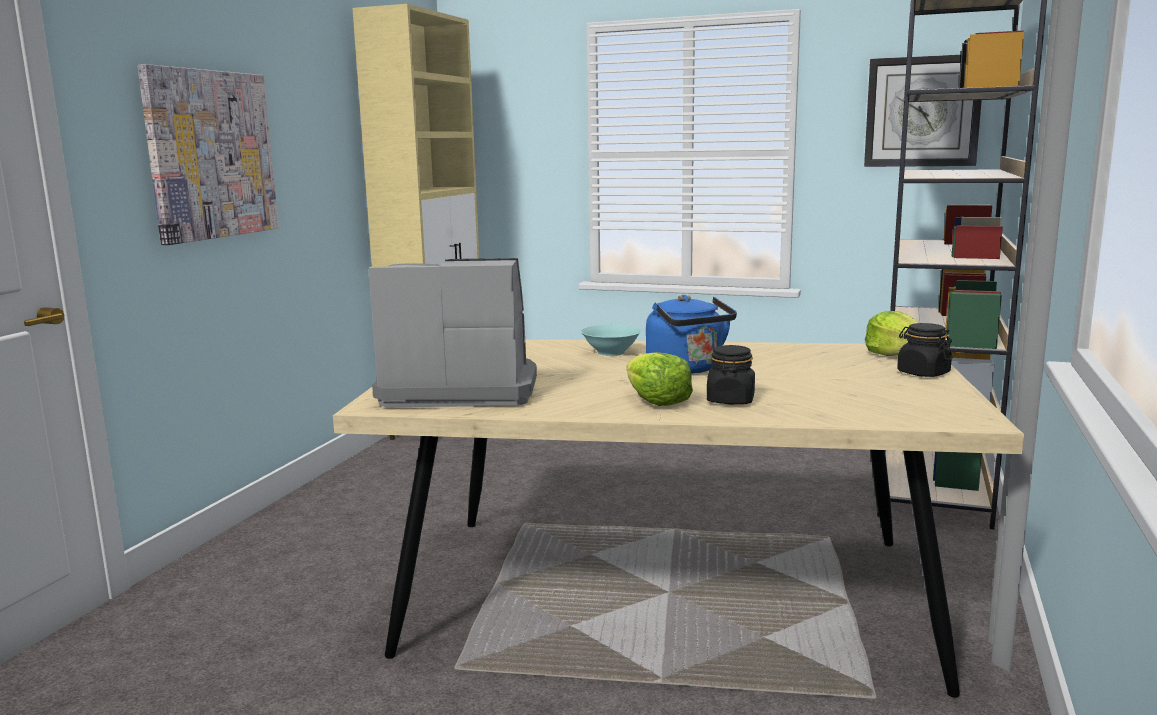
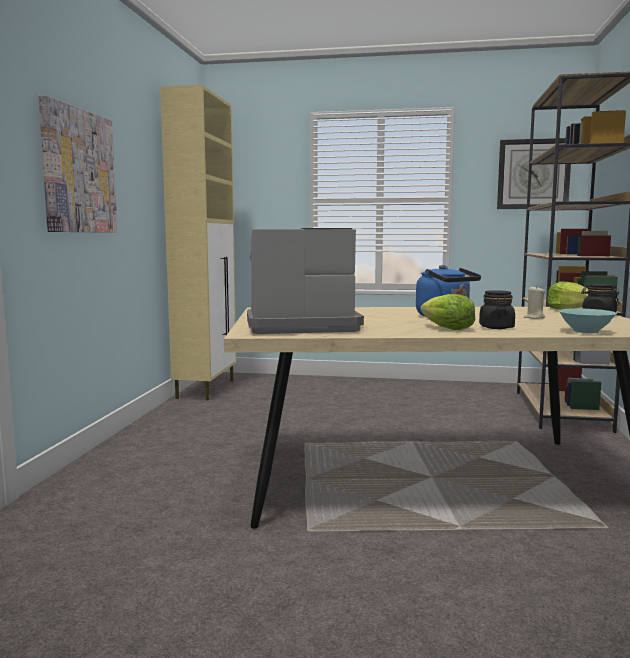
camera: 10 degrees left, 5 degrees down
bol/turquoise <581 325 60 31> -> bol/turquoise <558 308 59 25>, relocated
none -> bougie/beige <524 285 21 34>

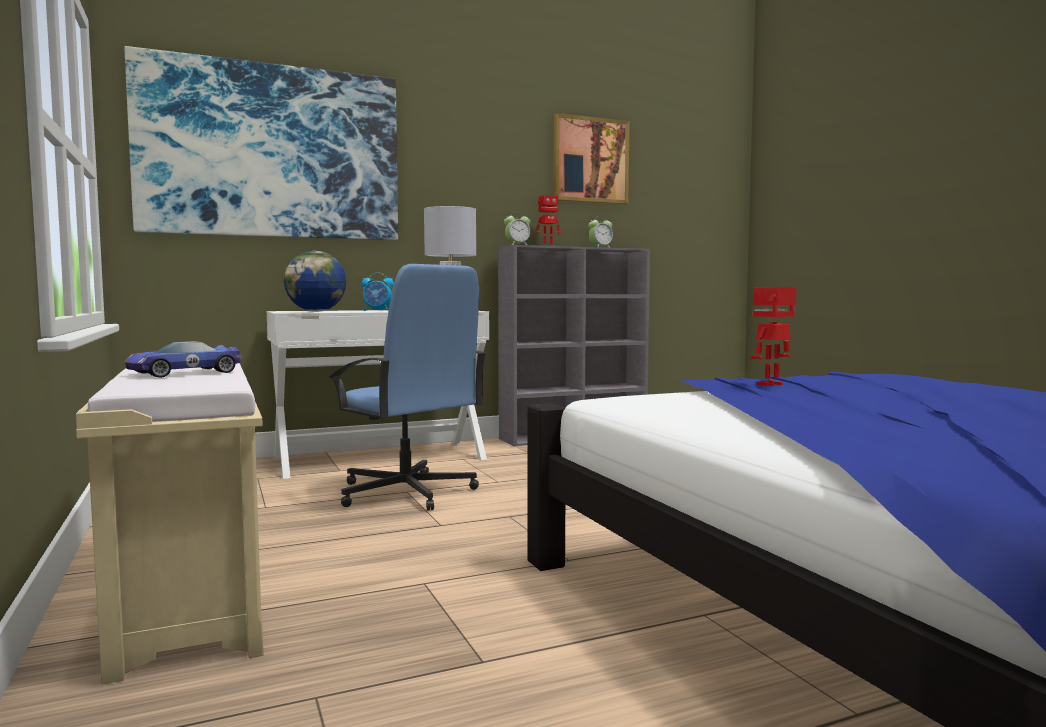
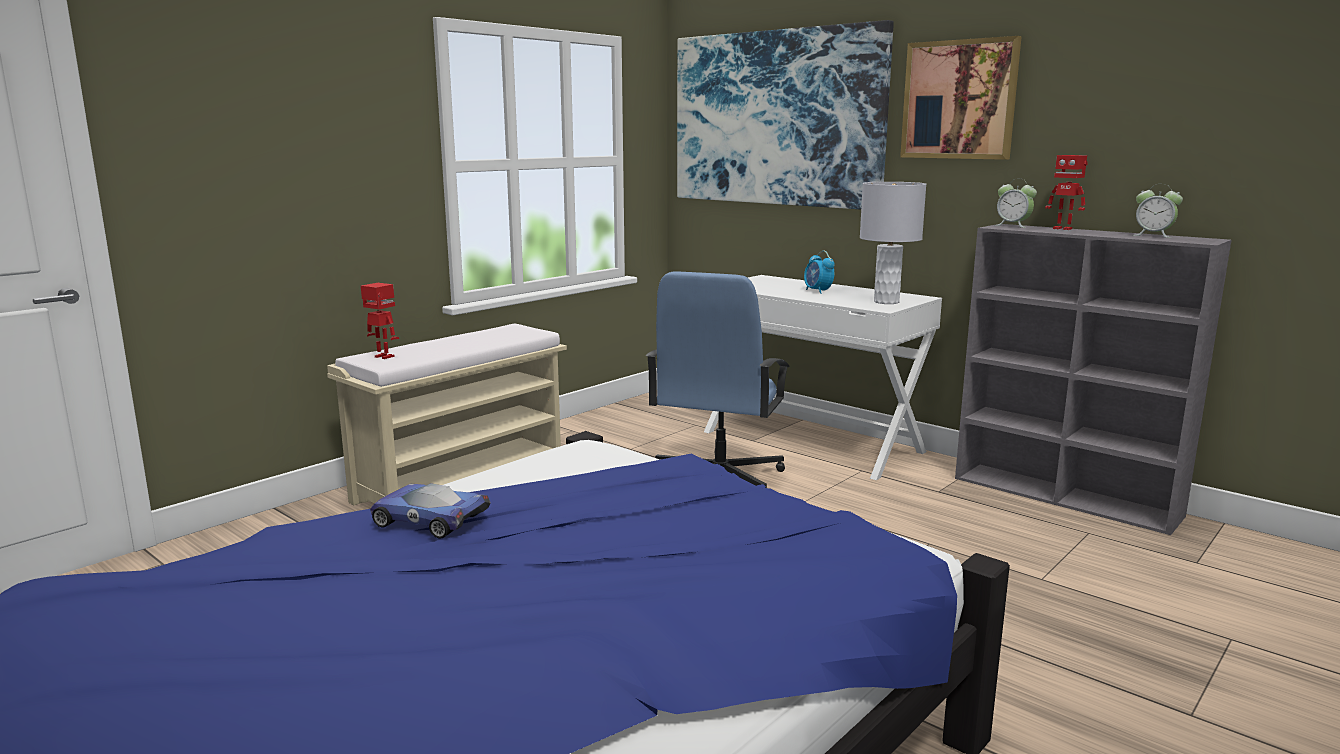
camera: 65 degrees right, 10 degrees up
petite voiture <125 341 117 37> -> petite voiture <370 483 121 56>, relocated
globe <284 251 62 61> -> none
tableau <554 113 76 91> -> tableau <900 36 122 124>, relocated
robot jouet <750 287 47 99> -> robot jouet <361 283 38 76>, relocated

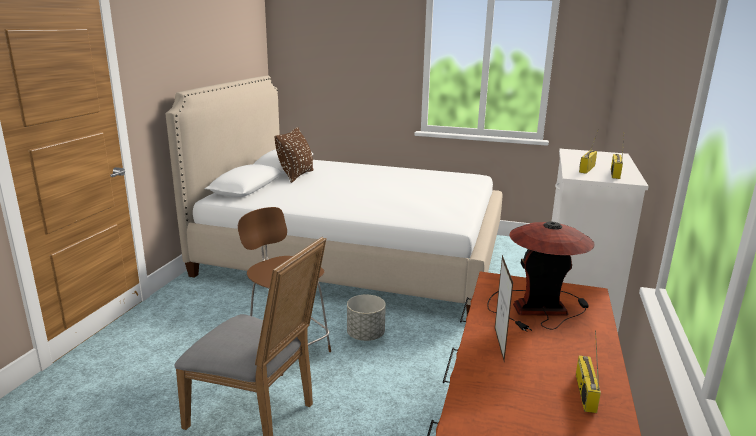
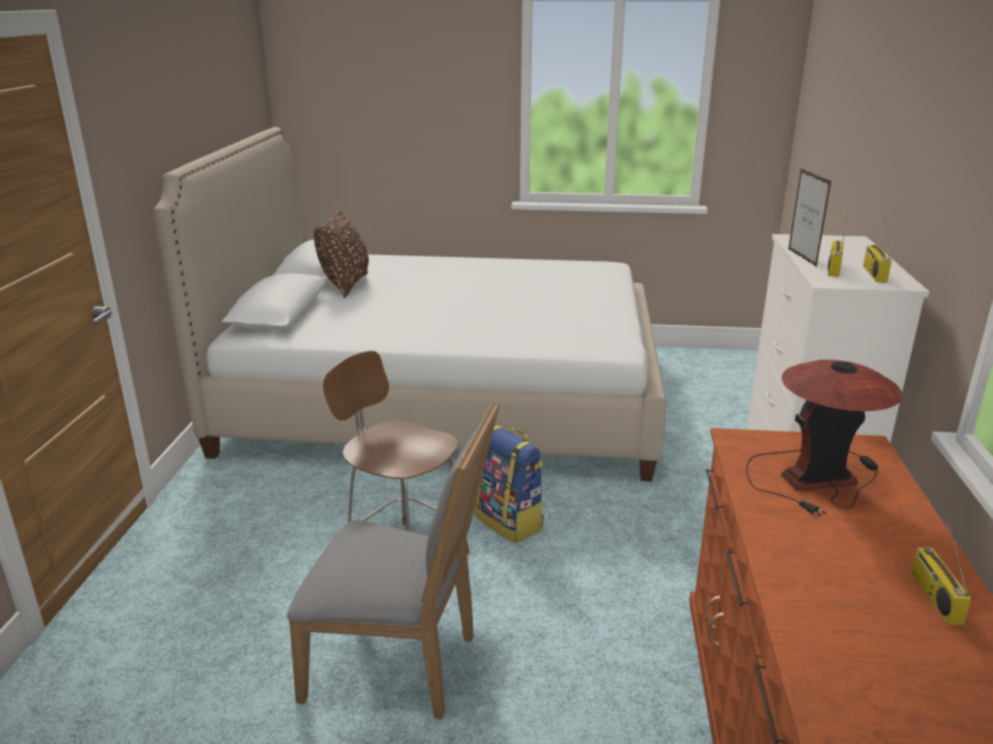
camera: 10 degrees left, 5 degrees up
cache-pot/gris <347 295 39 46> -> sac à dos <474 424 70 119>
cadre photo <495 255 18 106> -> cadre photo <788 168 43 99>, relocated

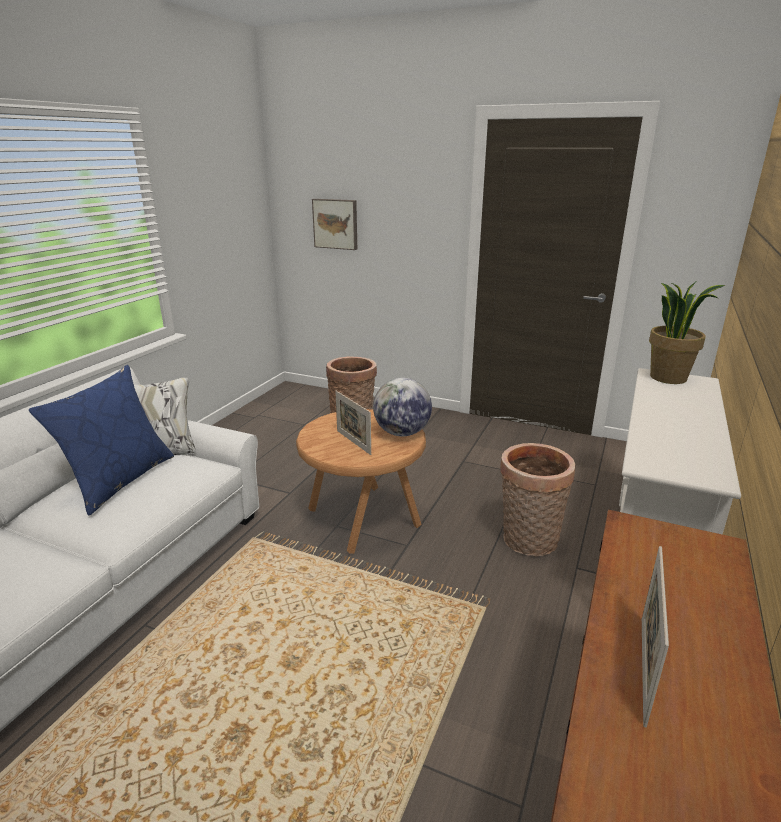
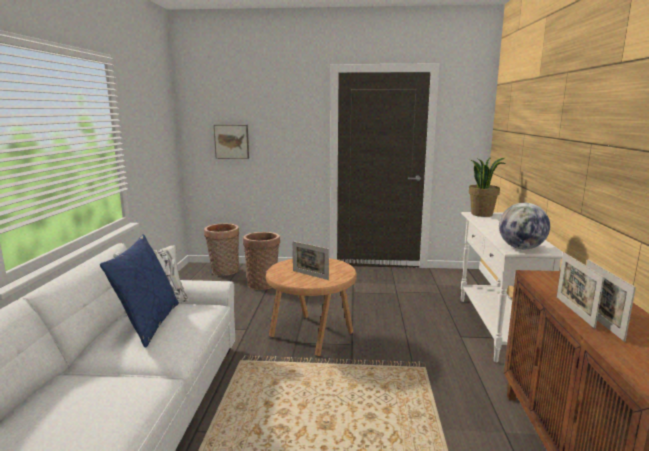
camera: 20 degrees left, 10 degrees down
globe <373 378 59 58> -> globe <499 203 51 46>, relocated
panier <500 443 75 114> -> panier <204 223 35 53>, relocated
none -> cadre photo <557 252 47 77>

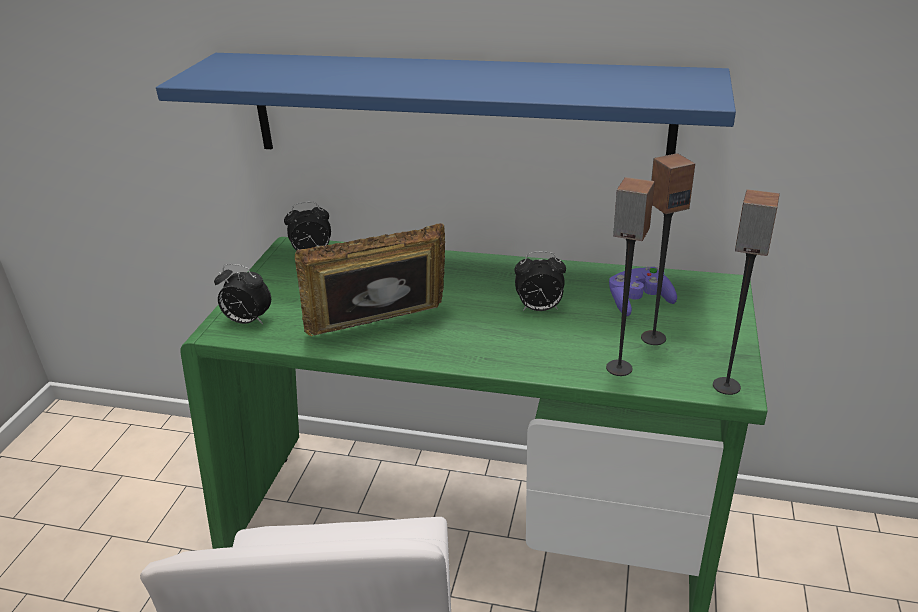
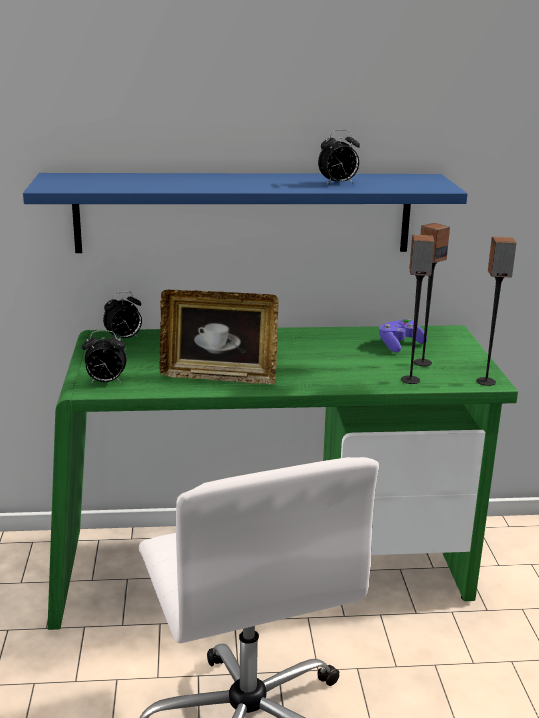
camera: 20 degrees left, 10 degrees down
cadre photo <295 223 150 113> -> cadre photo <159 290 120 95>, 135 degrees counterclockwise
réveil <514 251 52 60> -> réveil <318 129 42 55>, relocated

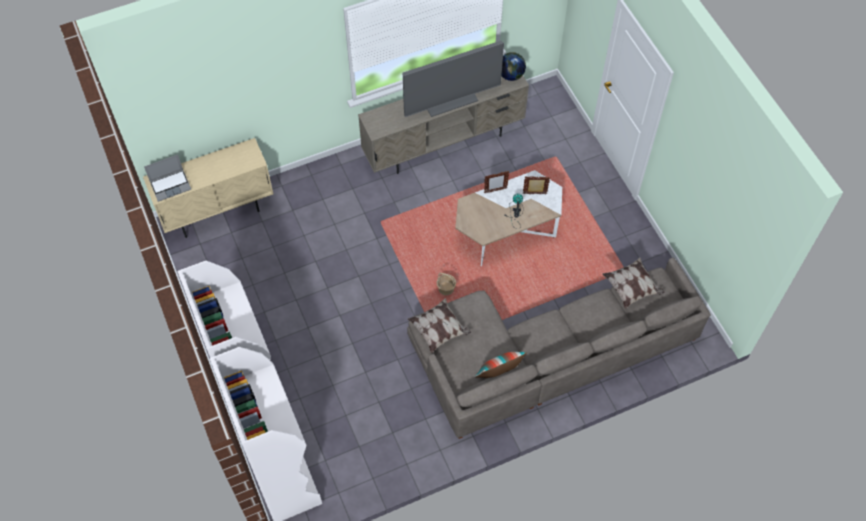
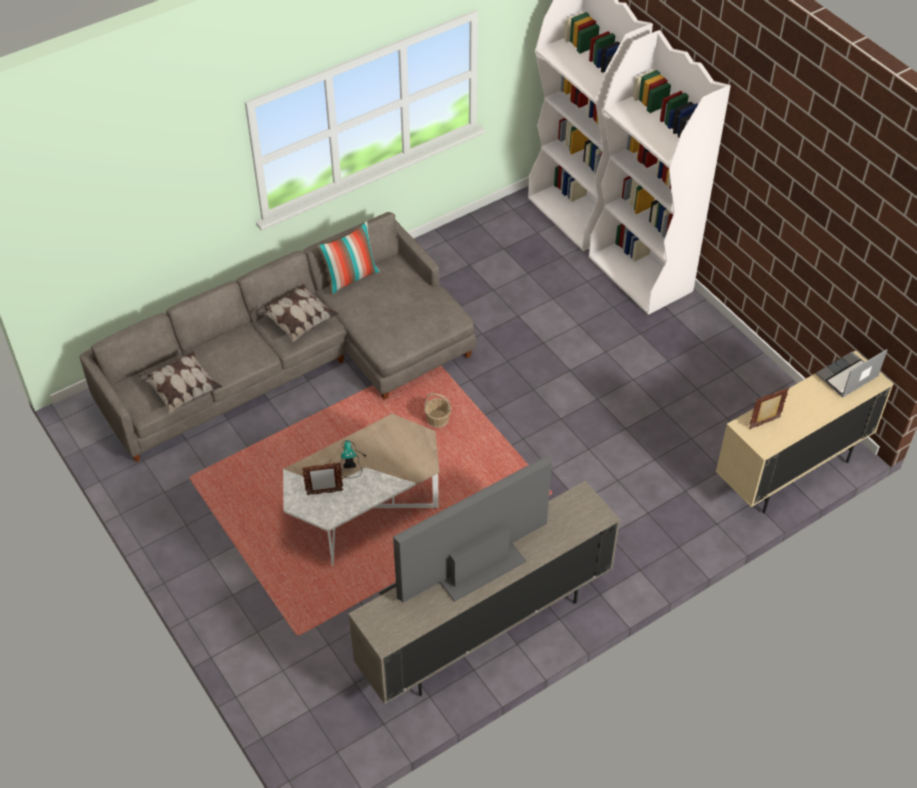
camera: 170 degrees right, 10 degrees down
coussin <408 298 63 55> -> coussin <256 284 83 59>, relocated
cadre photo <484 171 25 22> -> cadre photo <749 388 40 41>, relocated
globe <501 52 25 29> -> none

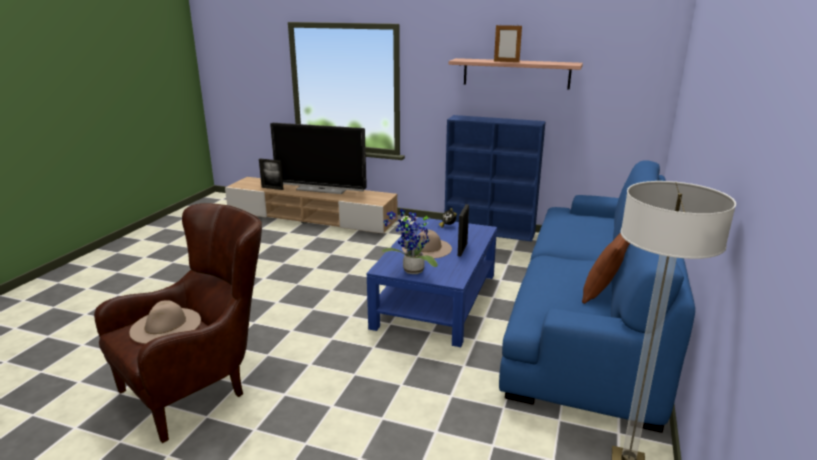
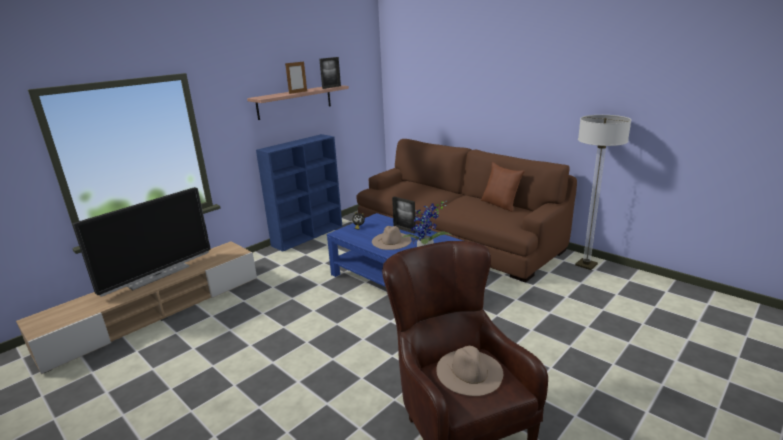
camera: 65 degrees left, 0 degrees up
cadre photo <259 159 24 31> -> cadre photo <319 57 22 32>, relocated
canapé/bleu <499 160 196 273> -> canapé/marron <357 139 220 144>

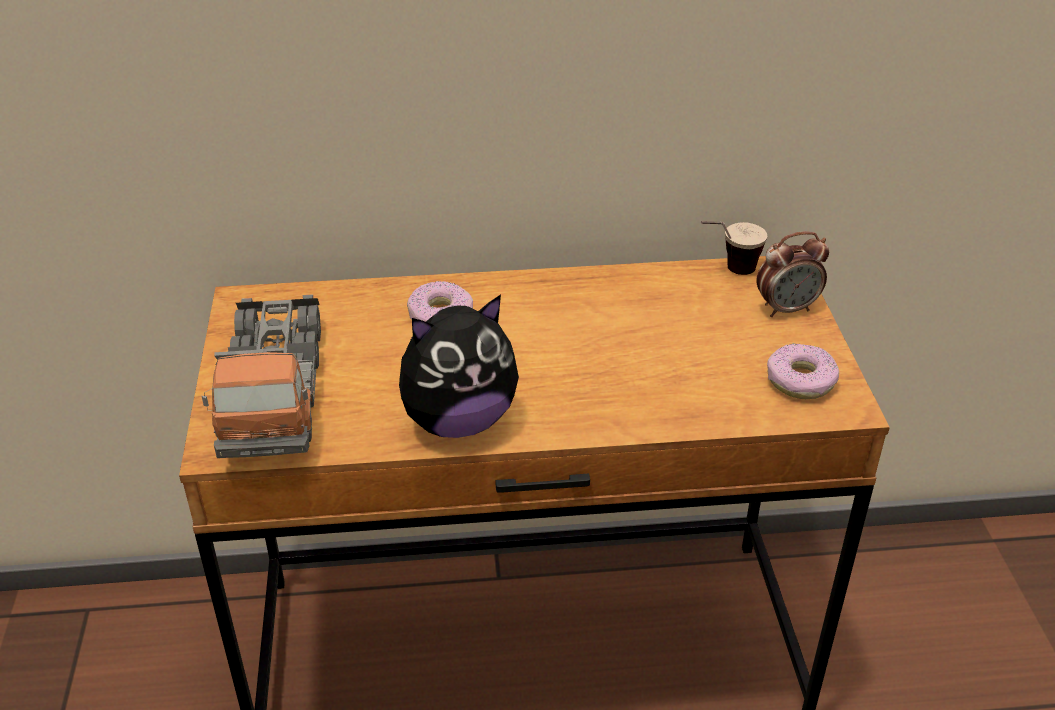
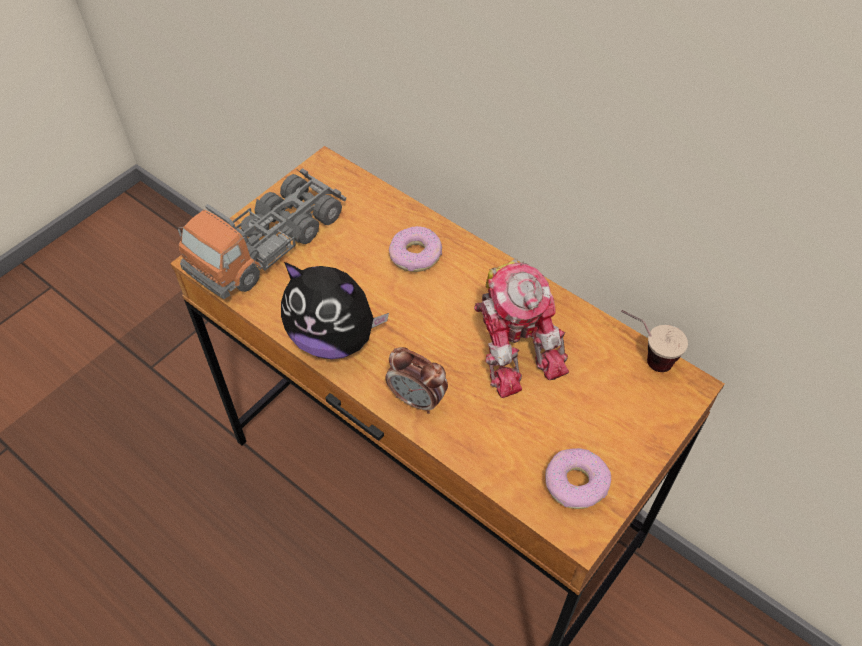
camera: 45 degrees right, 15 degrees up
réveil <756 231 73 86> -> réveil <385 347 63 67>, relocated
none -> robot jouet <474 259 95 139>

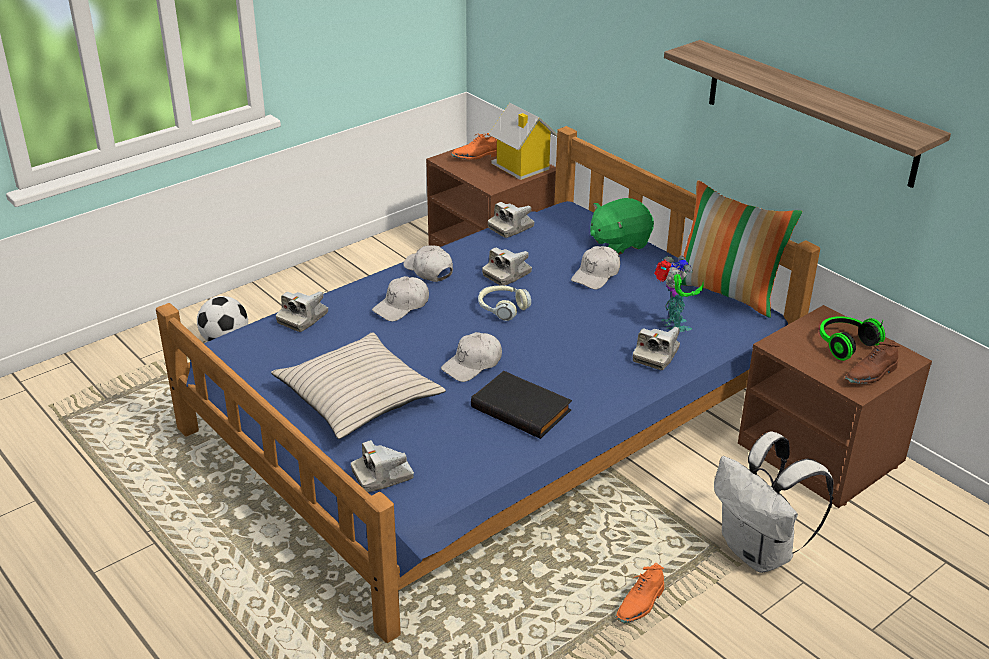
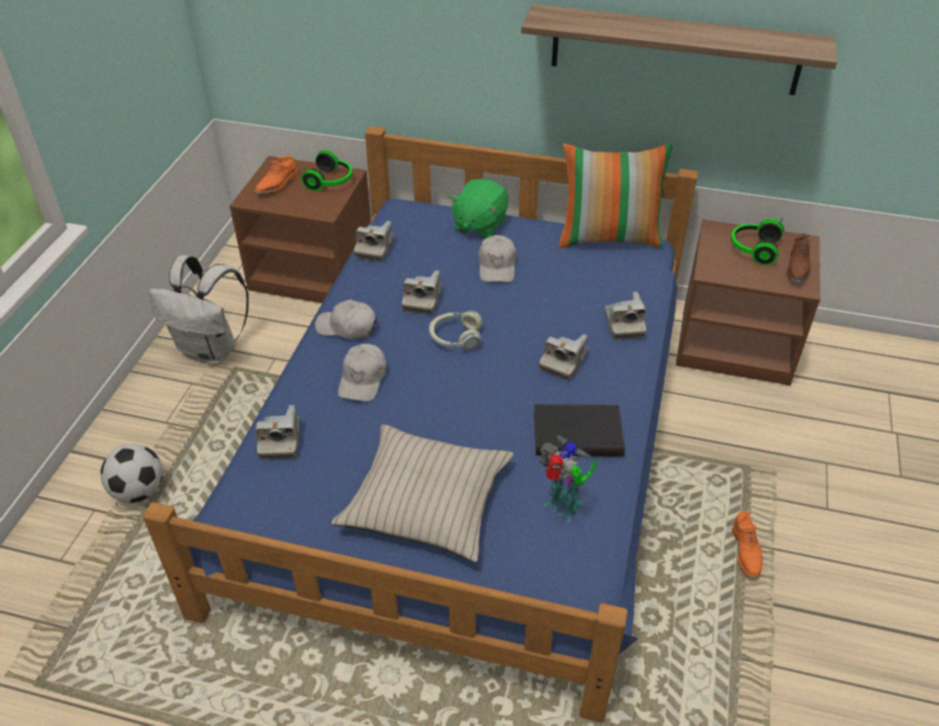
camera: 35 degrees left, 10 degrees up
appareil photo <351 440 63 52> -> appareil photo <539 334 50 46>, relocated
casquette/blanc <441 332 61 50> -> none
maison miniature <489 103 68 77> -> casque audio <301 150 51 41>
robot jouet <654 255 50 77> -> robot jouet <539 435 58 88>, relocated
sac à dos/blanc <714 432 119 141> -> sac à dos/blanc <149 255 100 110>, relocated

